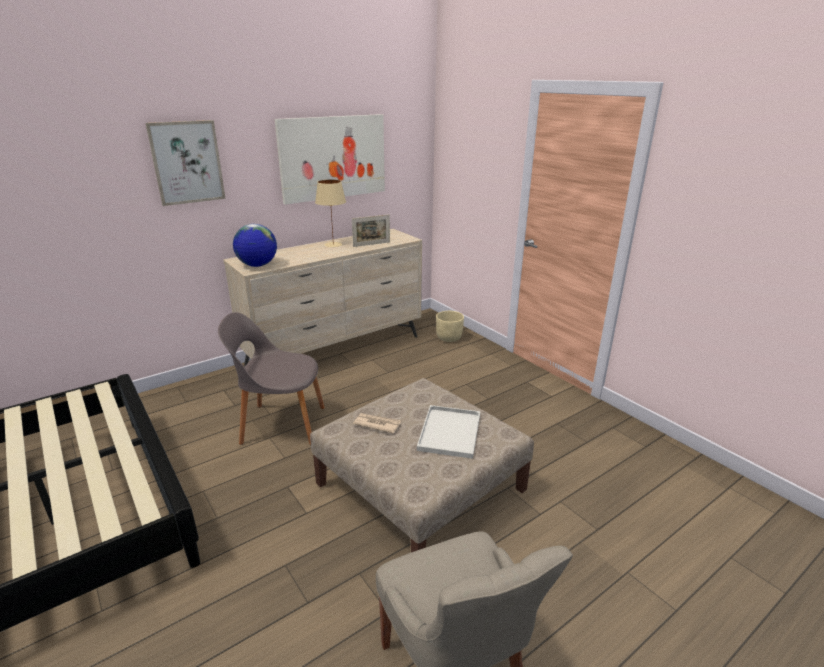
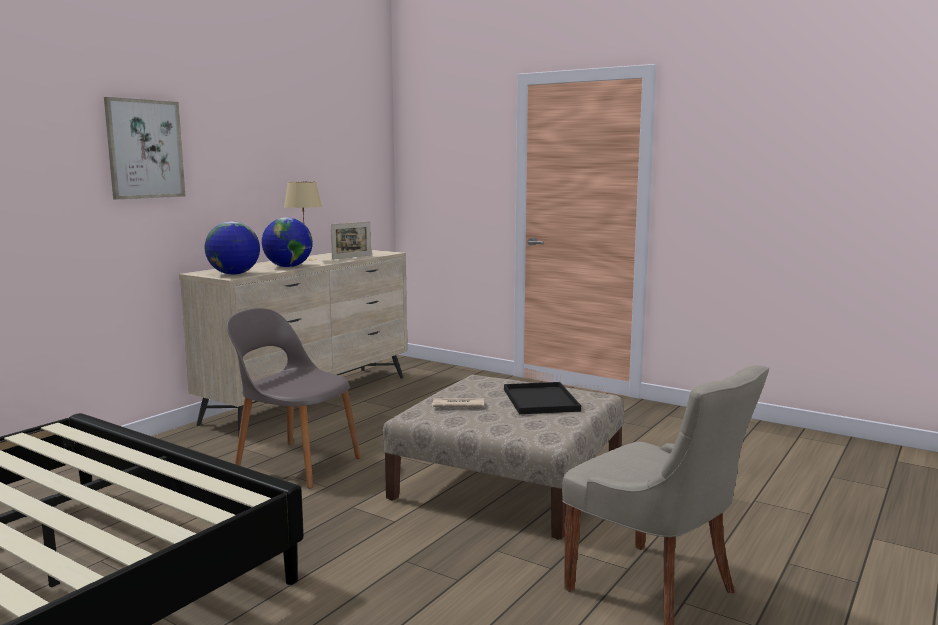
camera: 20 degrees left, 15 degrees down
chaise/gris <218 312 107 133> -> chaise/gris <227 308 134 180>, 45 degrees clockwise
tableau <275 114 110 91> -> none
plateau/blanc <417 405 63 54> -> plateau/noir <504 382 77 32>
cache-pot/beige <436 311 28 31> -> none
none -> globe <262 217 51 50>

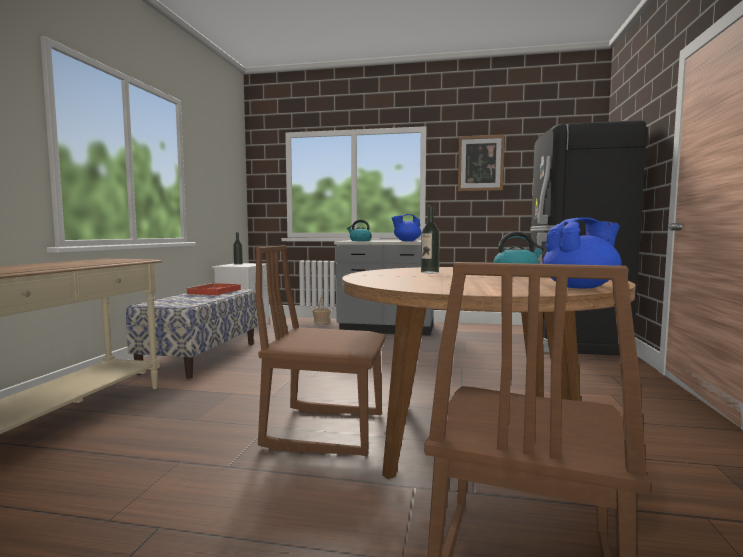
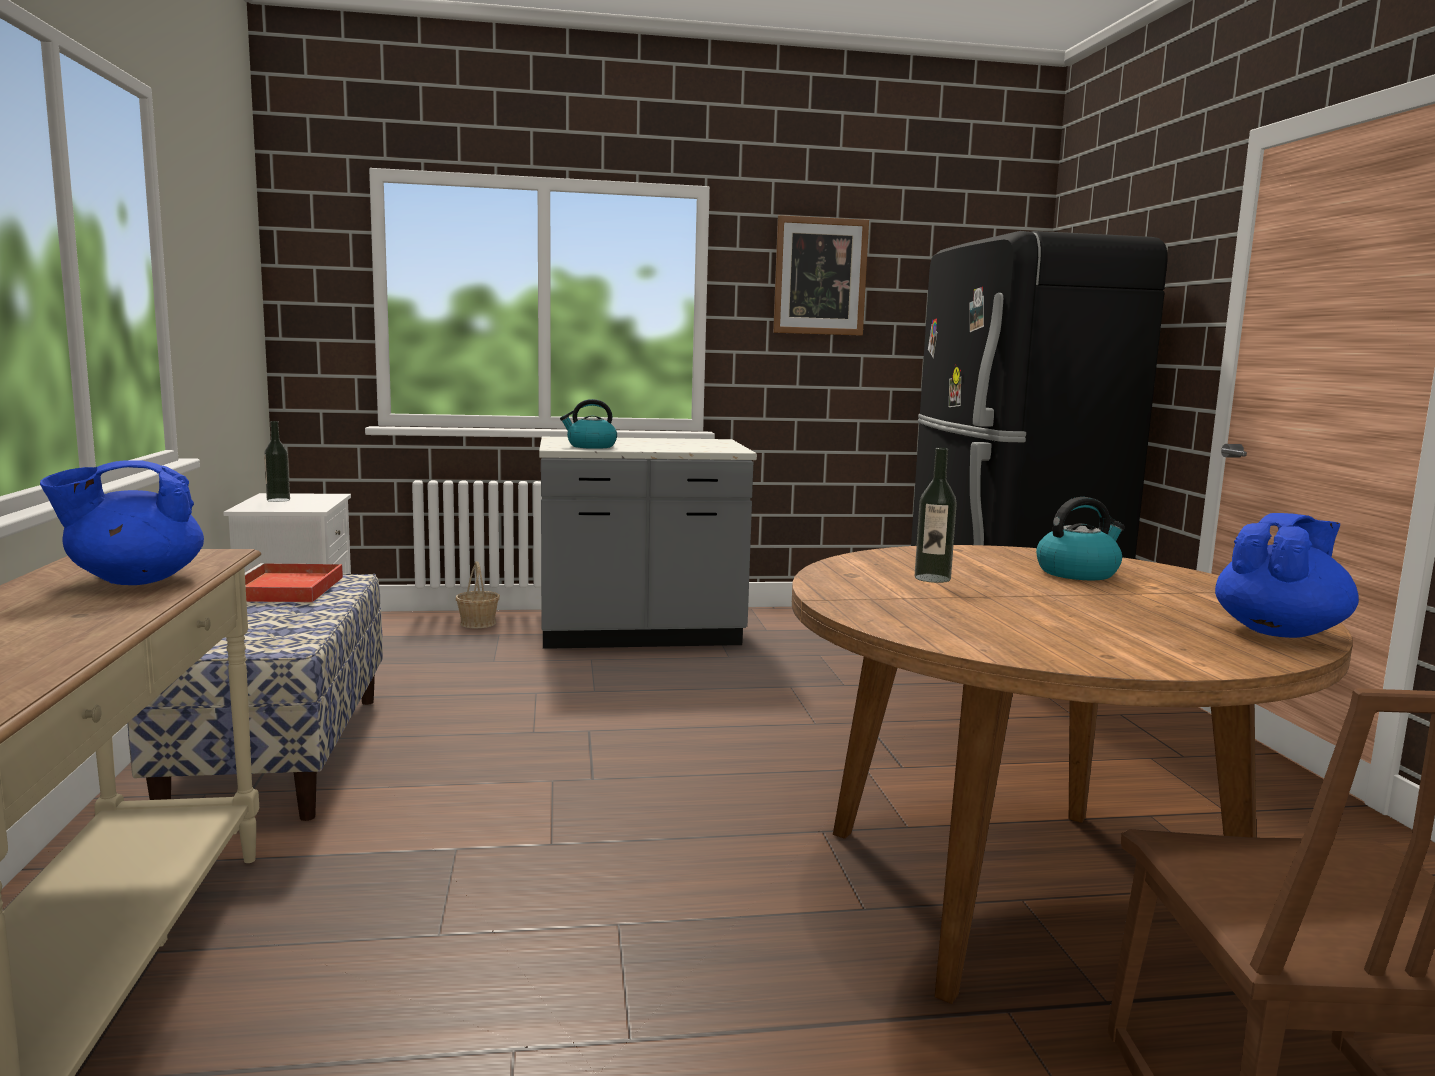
camera: 20 degrees left, 5 degrees up
chaise/marron <255 245 131 211> -> none
théière/bleu <392 214 29 27> -> théière/bleu <40 460 164 125>, relocated

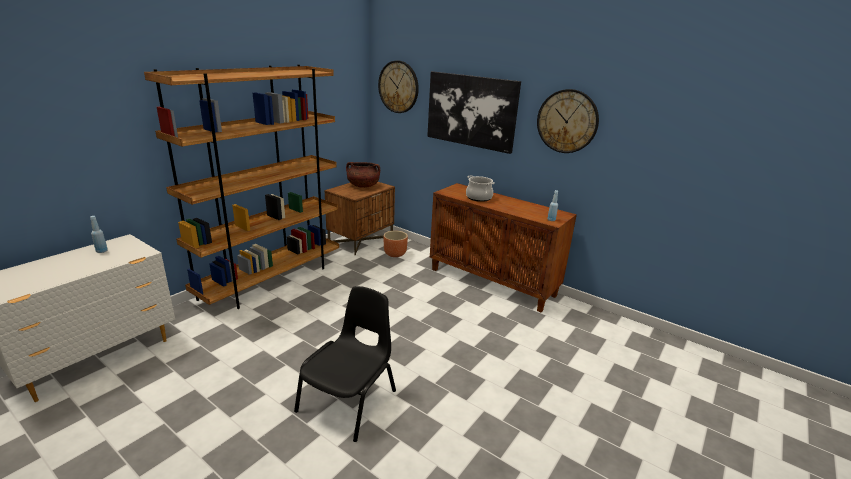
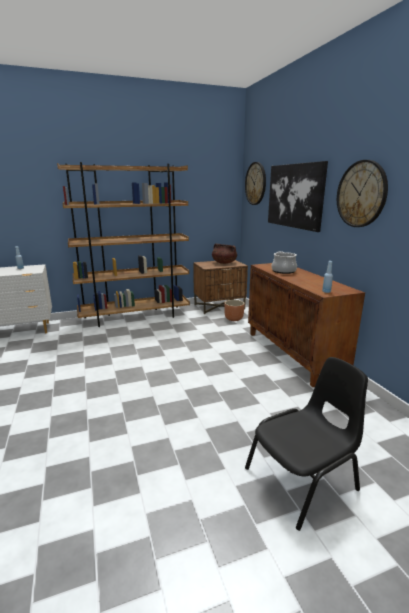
camera: 35 degrees right, 5 degrees down
chaise/noir <294 286 102 156> -> chaise/noir <245 357 123 174>, relocated

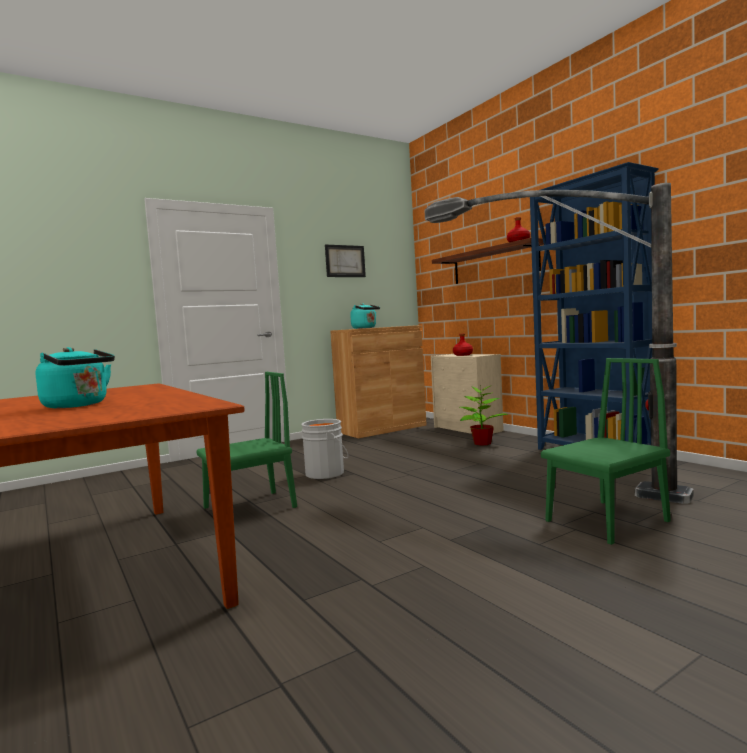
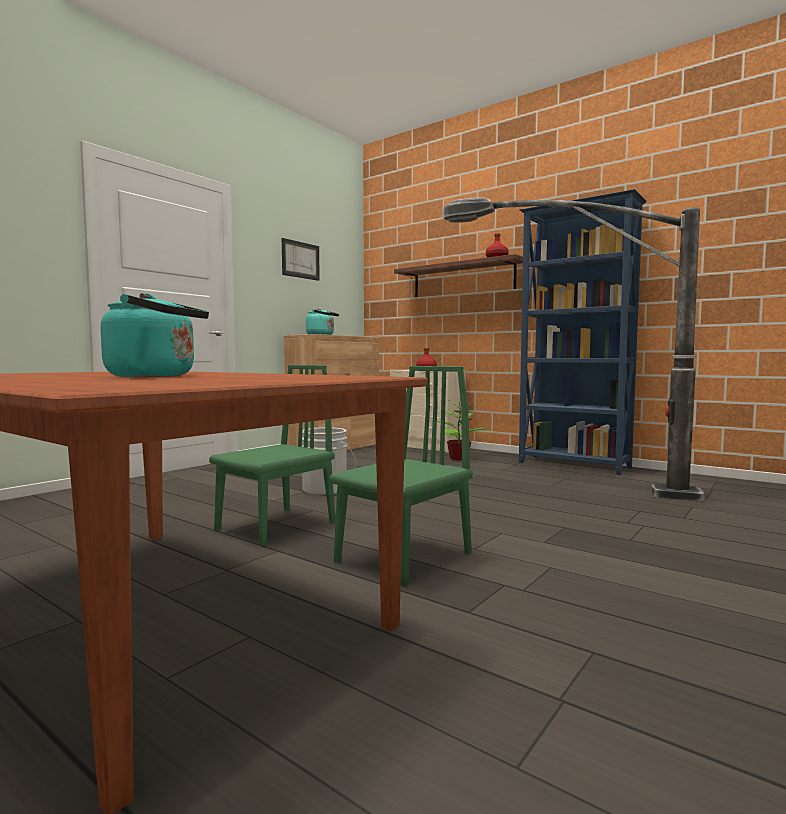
camera: 20 degrees left, 0 degrees up
chaise/vert <541 358 130 187> -> chaise/vert <330 366 143 220>, relocated

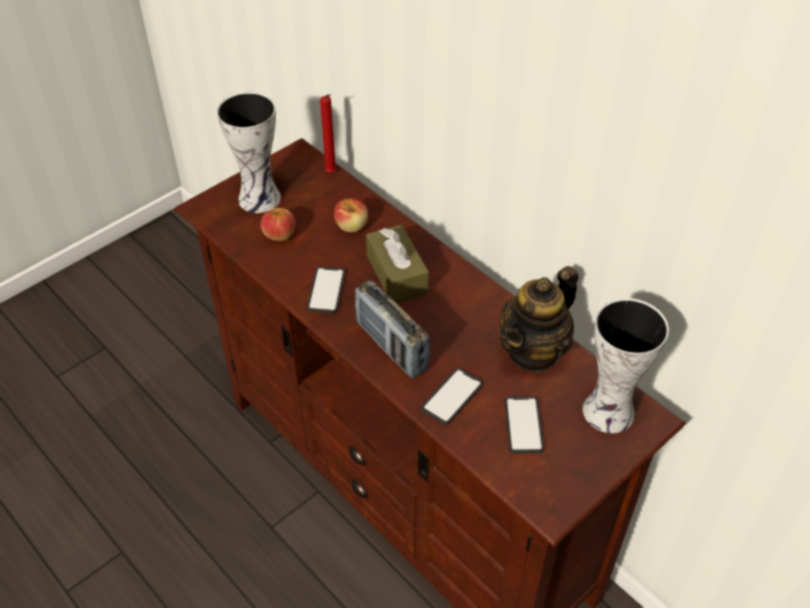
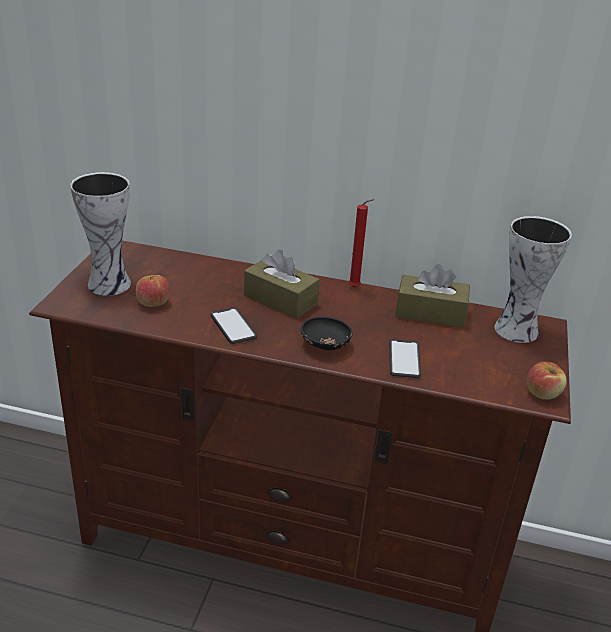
camera: 35 degrees left, 15 degrees down
bougie/rouge <320 94 17 79> -> bougie/rouge <349 199 25 89>, relocated
pomme <334 198 34 34> -> pomme <527 361 40 39>, relocated
radio <355 280 75 98> -> bol/noir <301 317 52 33>
théière <499 266 80 107> -> boîte à mouchoirs/marron <395 264 75 64>
téléphone <505 396 39 57> -> none

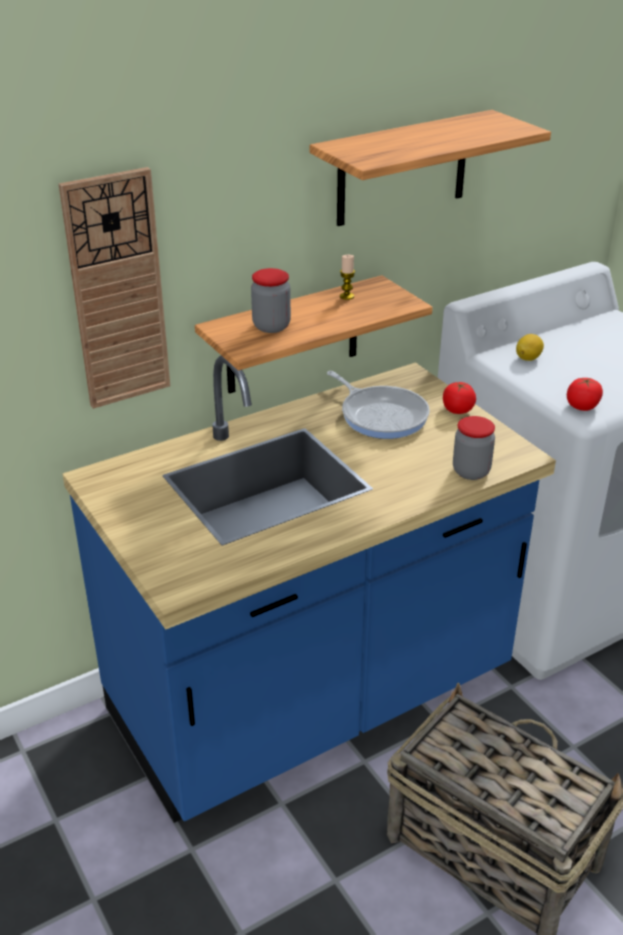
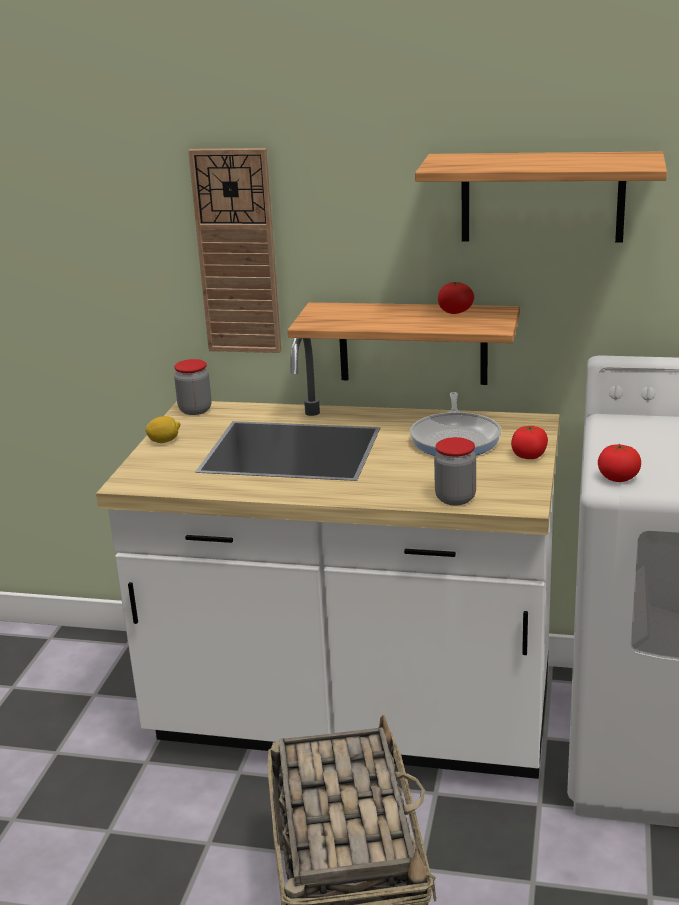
camera: 45 degrees right, 10 degrees down
comptoir de cuisine/bleu <62 356 494 467> -> comptoir de cuisine/blanc <96 338 464 441>
bocal <251 268 40 65> -> bocal <174 359 37 56>, relocated
bougie <340 255 15 45> -> tomate <438 282 36 32>
citron <516 334 28 27> -> citron <145 416 35 27>, relocated

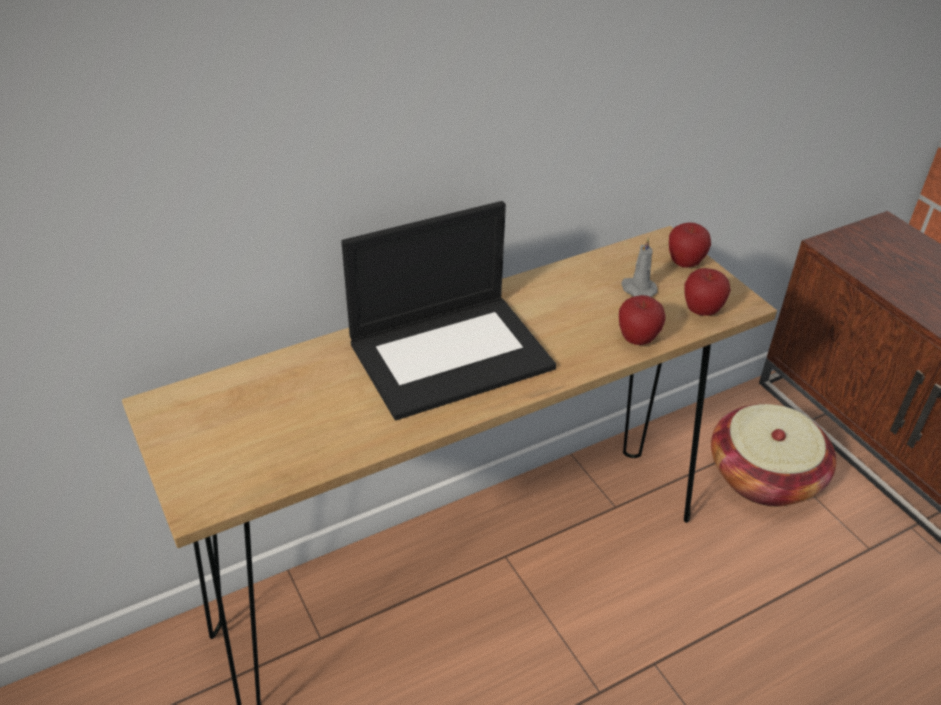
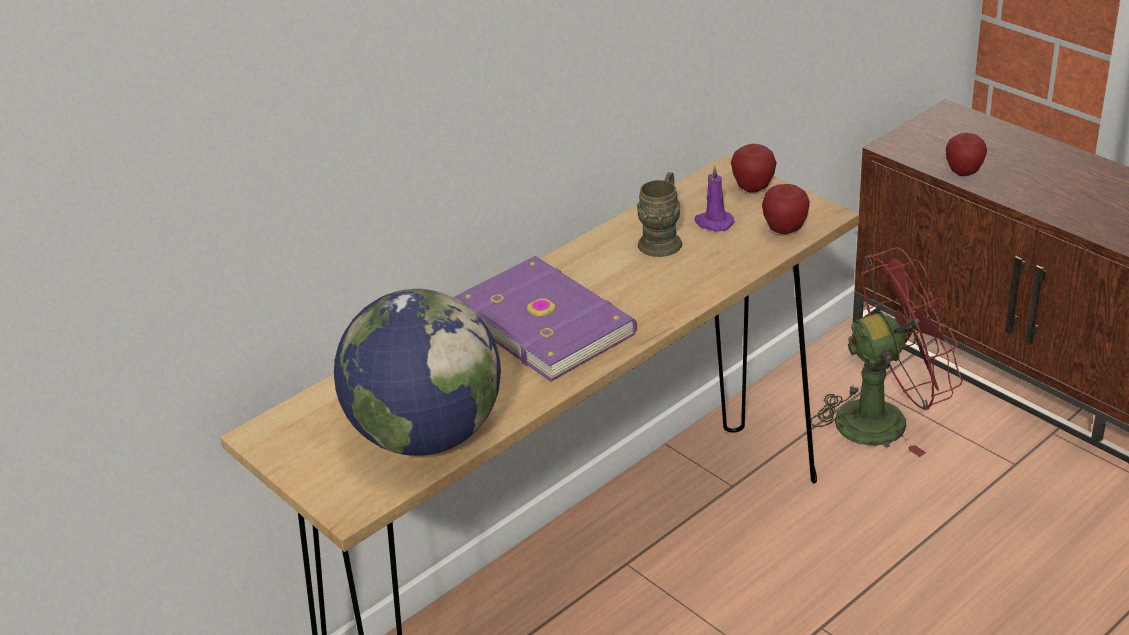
camera: 10 degrees left, 5 degrees down
ordinateur portable <341 201 215 219> -> livre/violet <454 256 183 126>
pomme <619 295 46 50> -> pomme <946 133 41 43>, relocated
bougie/gris <621 237 37 60> -> bougie/violet <695 164 40 67>
panier <711 404 125 103> -> ventilateur/rouge <811 247 152 210>
none -> globe <334 289 167 167>
none -> mug/marron <637 172 45 85>

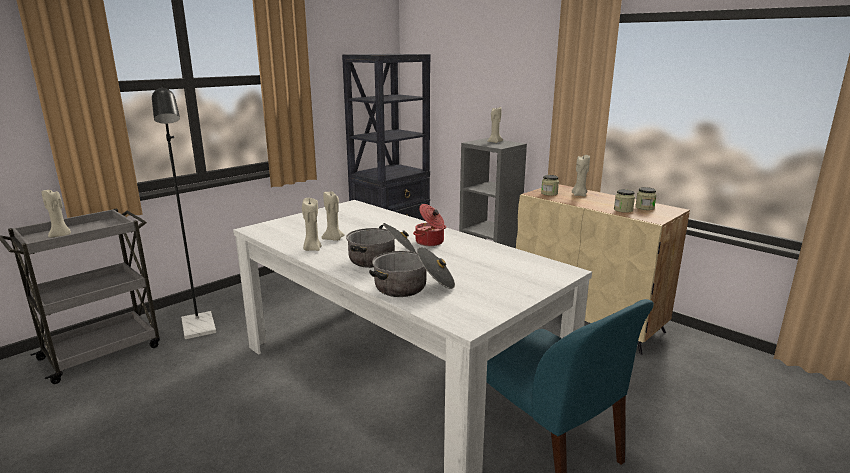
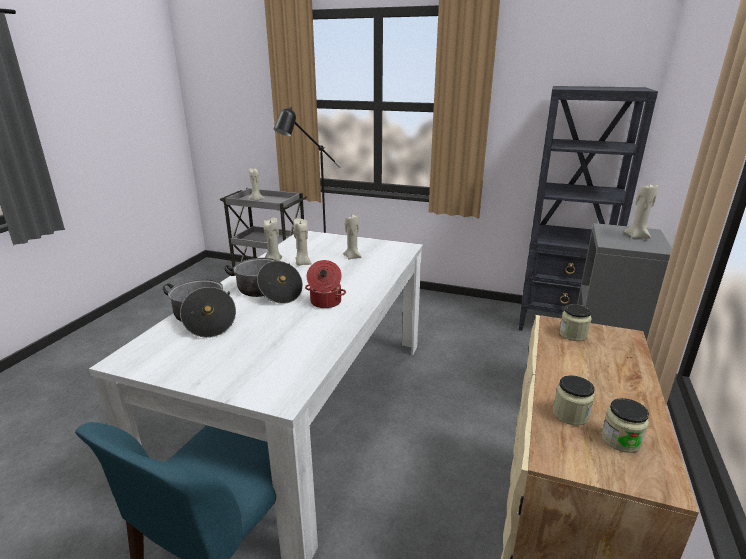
camera: 65 degrees right, 5 degrees up
bougie/beige <572 155 18 42> -> bougie/beige <343 215 19 45>, relocated

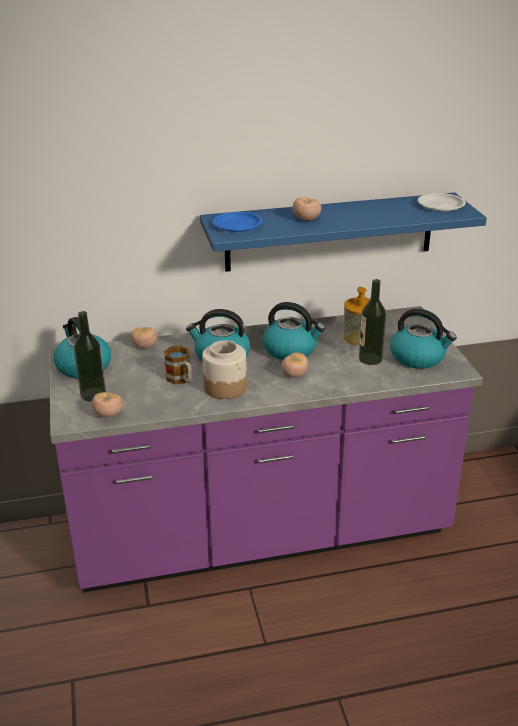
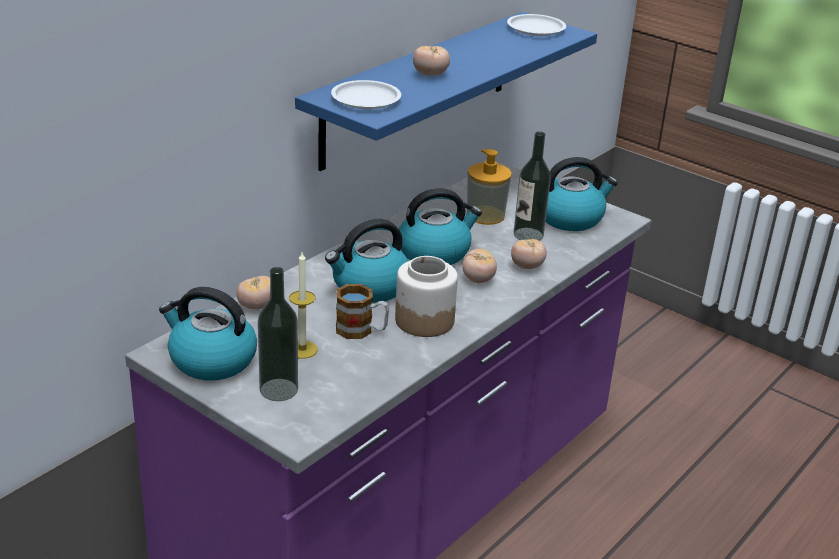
camera: 40 degrees left, 0 degrees up
tomate <92 392 31 26> -> tomate <511 239 36 30>, relocated
assiette/bleu <213 212 49 20> -> assiette/blanc <331 80 70 29>
none -> bougie <289 252 29 107>

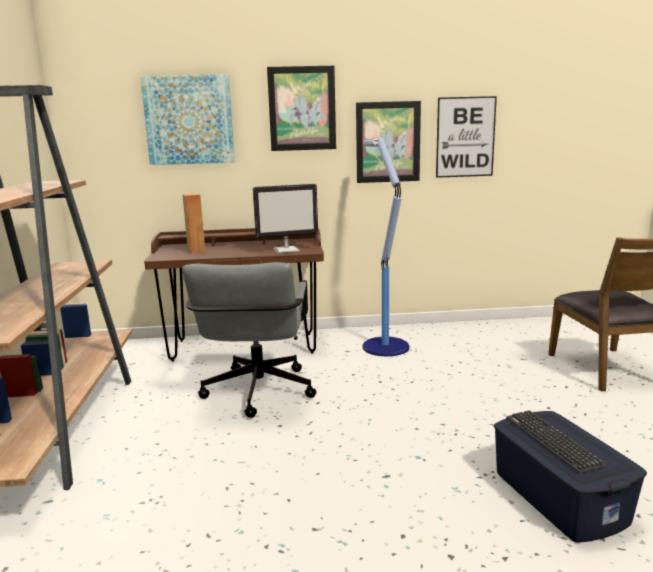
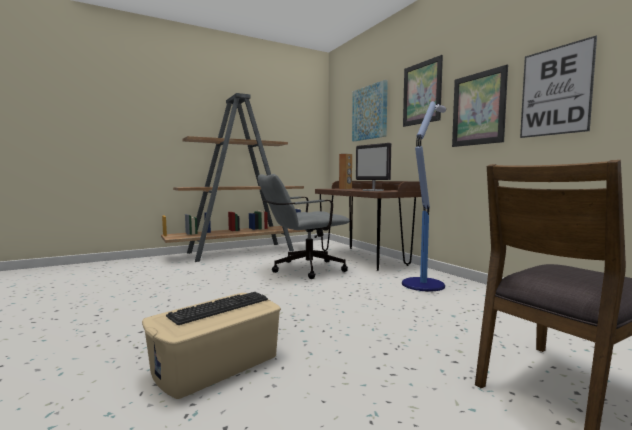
camera: 65 degrees right, 10 degrees down
boîte de rangement/bleu <494 411 153 132> -> boîte de rangement/beige <142 293 139 106>

